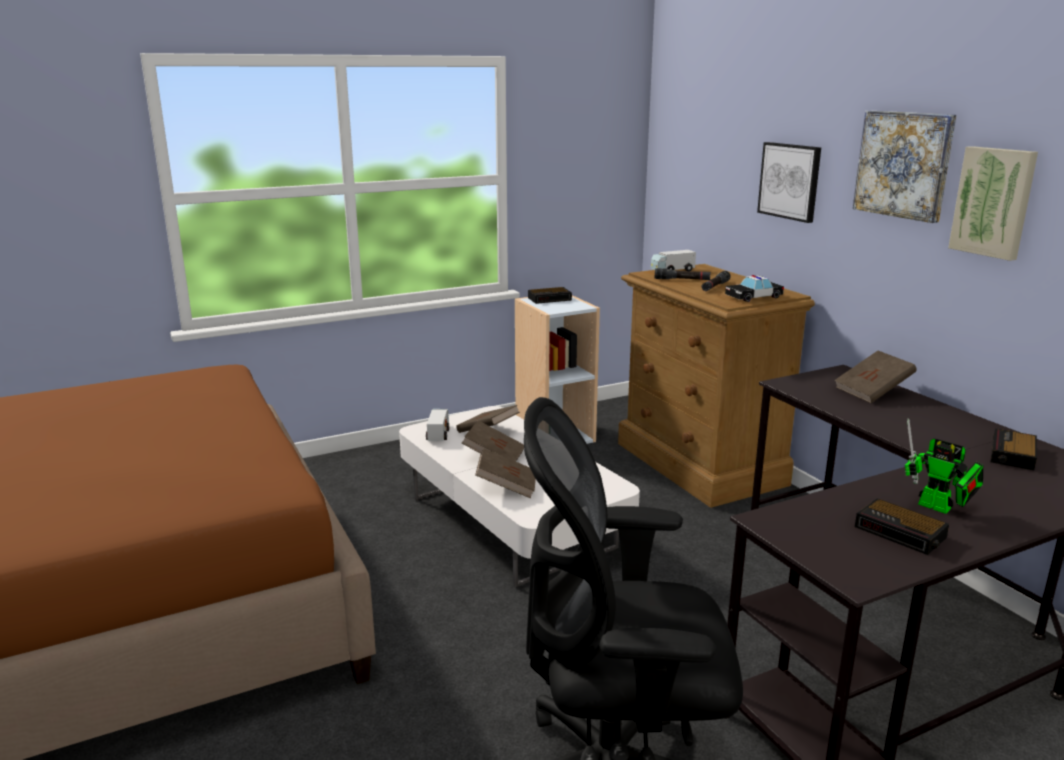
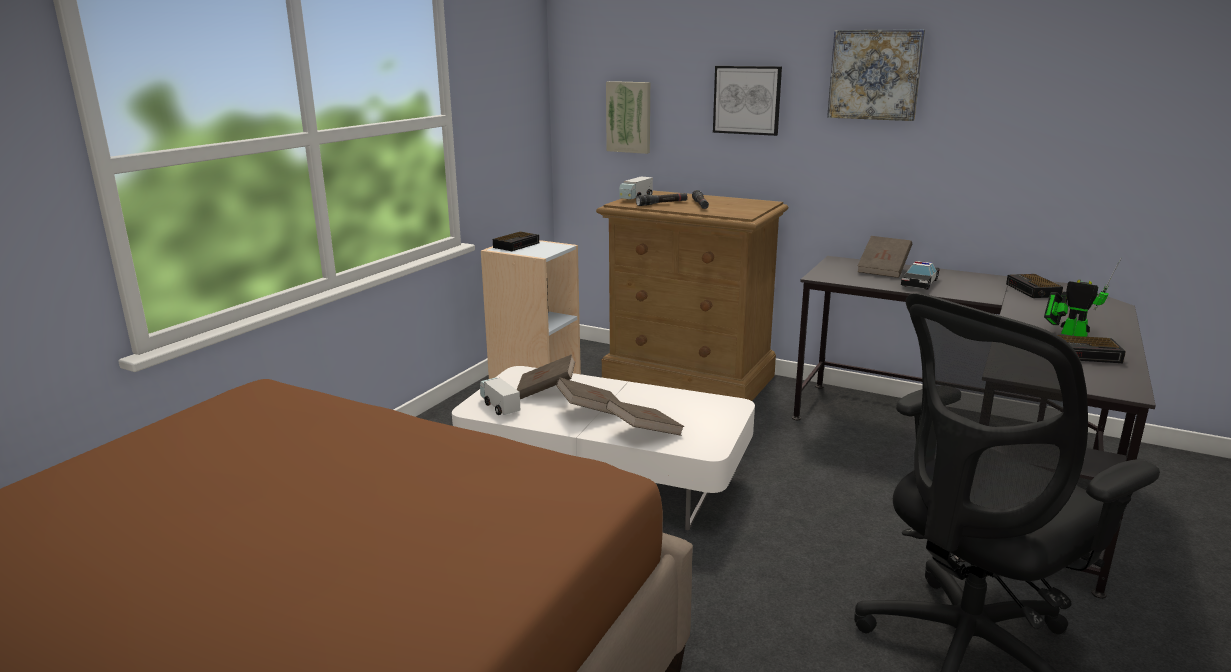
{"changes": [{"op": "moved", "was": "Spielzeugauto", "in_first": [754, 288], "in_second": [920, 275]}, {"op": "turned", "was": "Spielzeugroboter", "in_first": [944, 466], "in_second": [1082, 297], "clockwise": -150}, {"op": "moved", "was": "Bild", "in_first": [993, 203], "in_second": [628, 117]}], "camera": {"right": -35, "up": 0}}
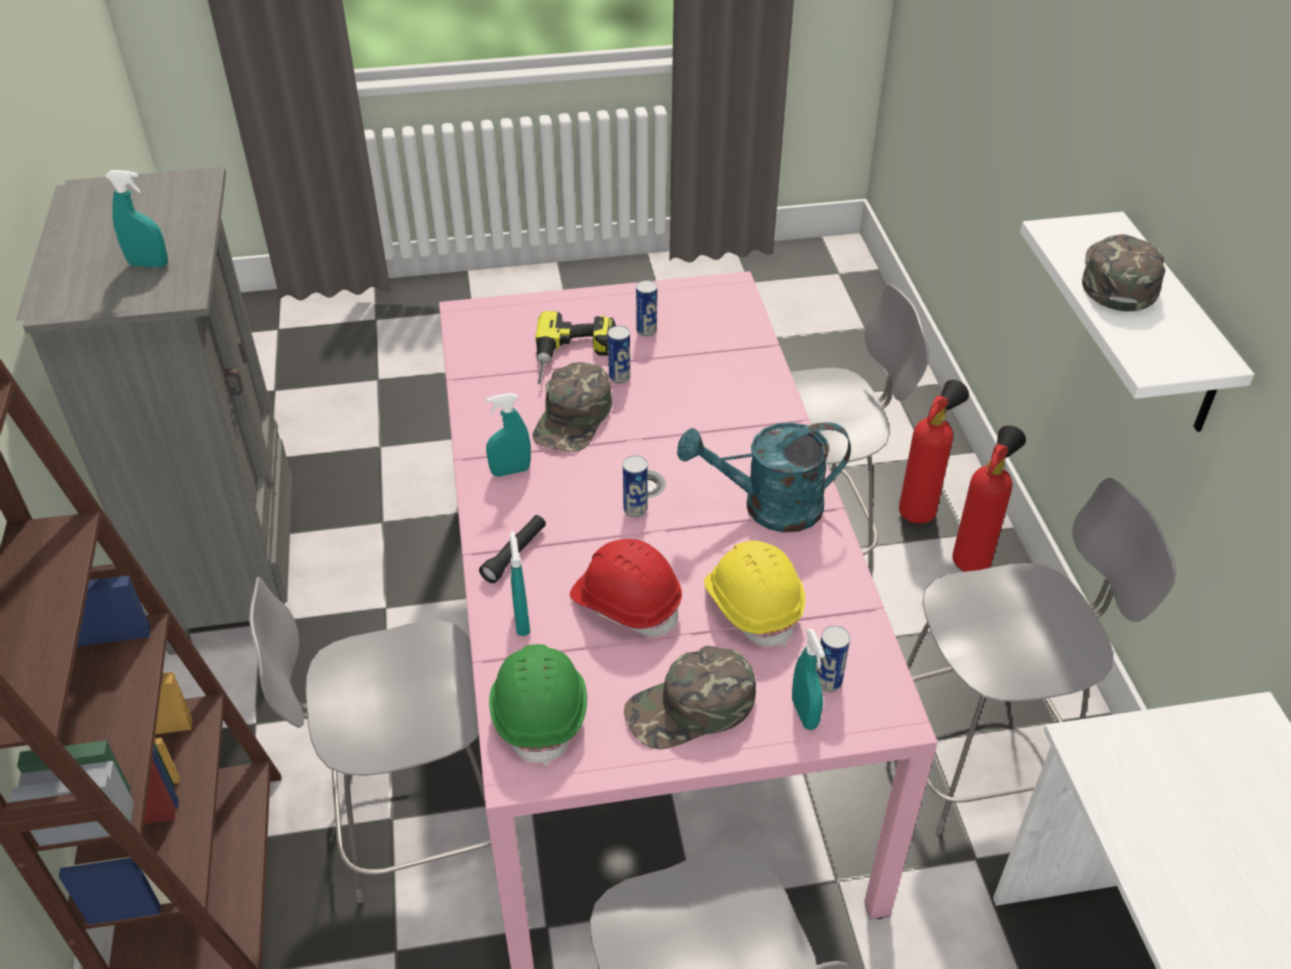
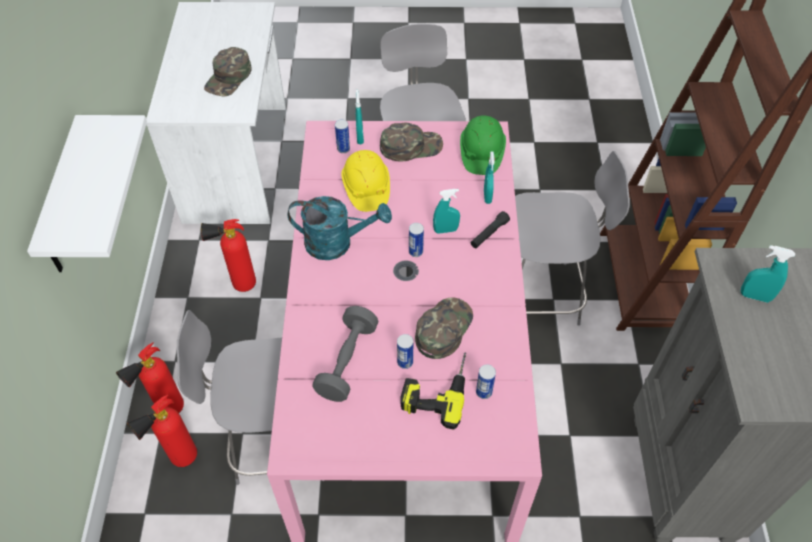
{"changes": [{"op": "moved", "was": "Sprühflasche (türkis)", "in_first": [508, 435], "in_second": [446, 211]}, {"op": "removed", "was": "Schutzhelm (rot)", "in_first": [626, 588]}, {"op": "moved", "was": "Dose", "in_first": [646, 308], "in_second": [486, 381]}, {"op": "replaced", "was": "Stuhl (grau)", "now": "Feuerlöscher", "in_first": [1041, 656], "in_second": [228, 255]}, {"op": "moved", "was": "Kappe (grün)", "in_first": [1124, 272], "in_second": [227, 72]}, {"op": "added", "now": "Hantel (grau)", "in_second": [345, 354]}], "camera": {"right": -170, "up": 10}}
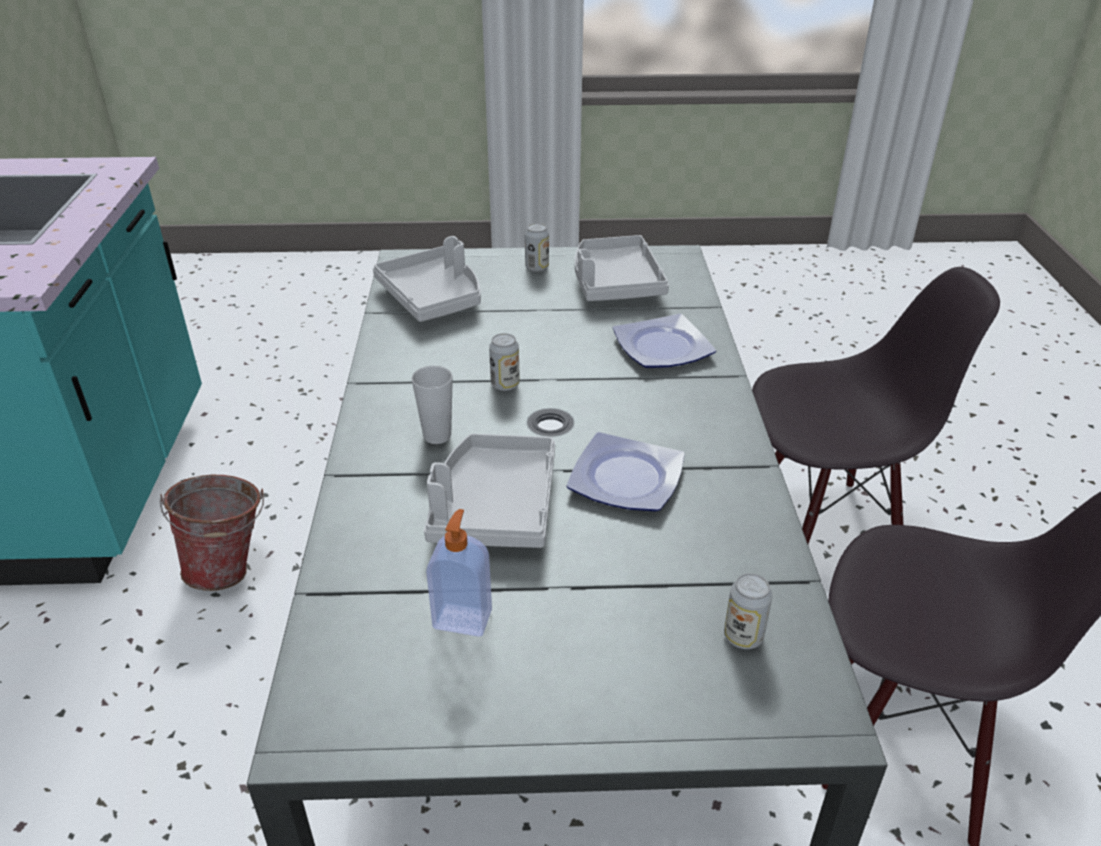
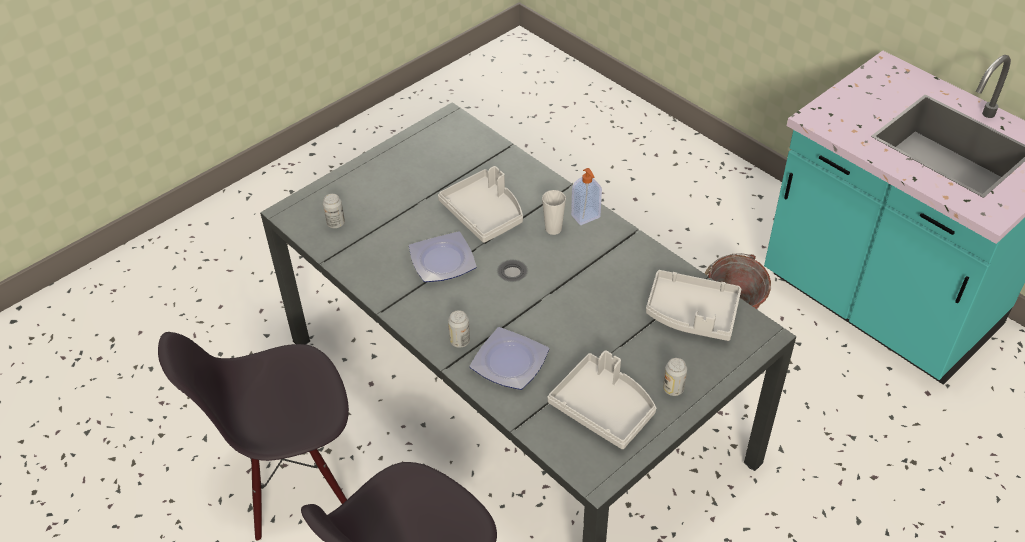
{"changes": [{"op": "moved", "was": "Seifenspender", "in_first": [459, 573], "in_second": [586, 196]}, {"op": "moved", "was": "Dose", "in_first": [504, 362], "in_second": [459, 329]}], "camera": {"right": 140, "up": 10}}
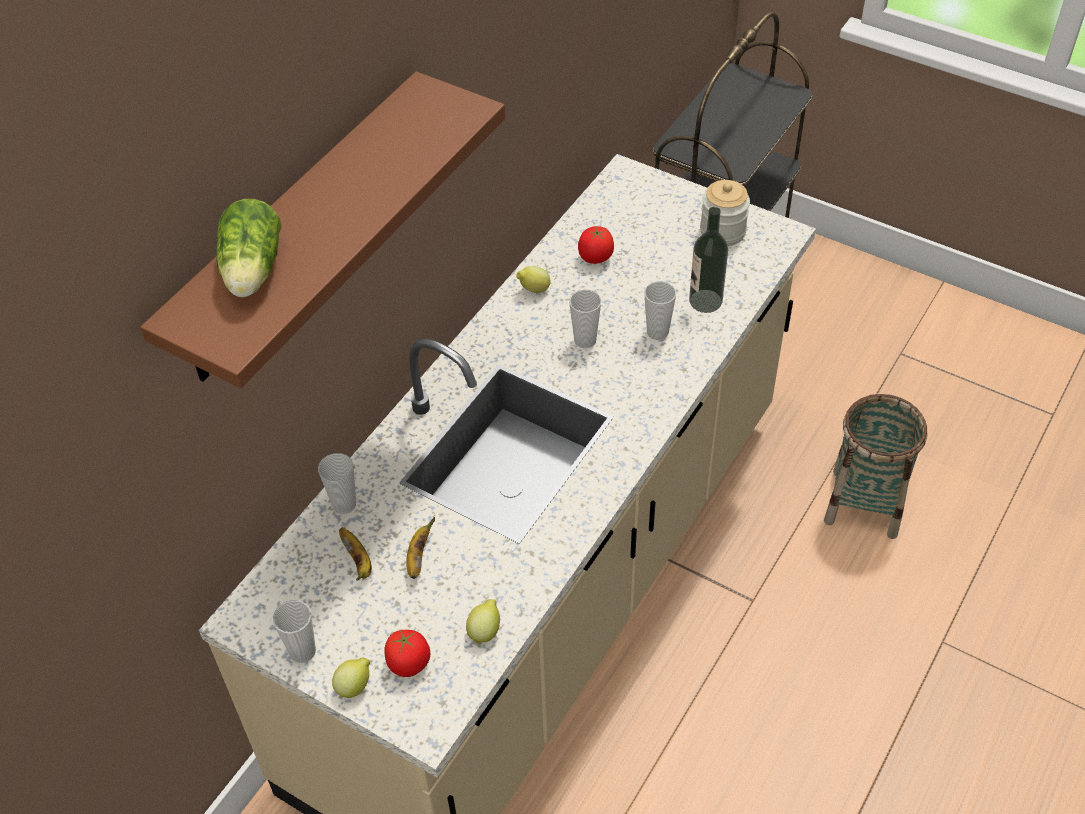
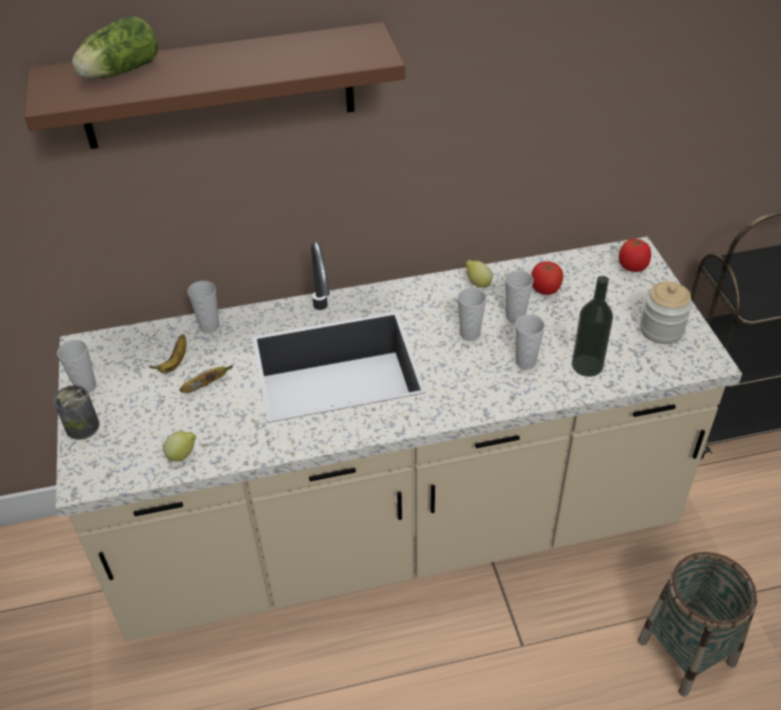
{"changes": [{"op": "replaced", "was": "Zitrone", "now": "Dose", "in_first": [351, 677], "in_second": [76, 412]}, {"op": "moved", "was": "Tomate", "in_first": [407, 653], "in_second": [635, 255]}, {"op": "added", "now": "Tasse", "in_second": [519, 296]}], "camera": {"right": 45, "up": -5}}
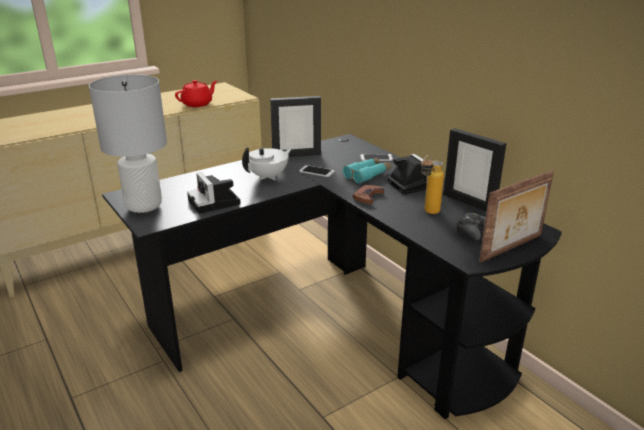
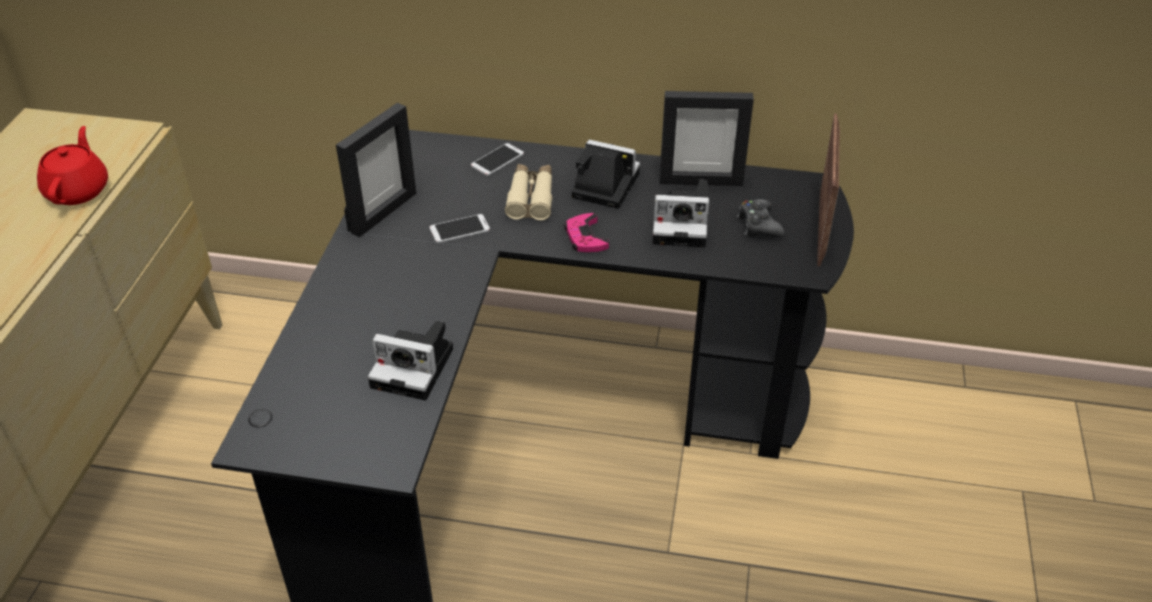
{"changes": [{"op": "removed", "was": "Tischlampe (grau)", "in_first": [128, 143]}, {"op": "removed", "was": "Teekanne (weiß)", "in_first": [267, 163]}, {"op": "recoloured", "was": "Fernglas (türkis)", "now": "Fernglas (beige)", "in_first": [367, 170], "in_second": [528, 192]}, {"op": "recoloured", "was": "Gamepad (braun)", "now": "Gamepad (rosa)", "in_first": [368, 194], "in_second": [586, 232]}, {"op": "replaced", "was": "Flasche", "now": "Kamera", "in_first": [432, 184], "in_second": [681, 213]}], "camera": {"right": -45, "up": 15}}
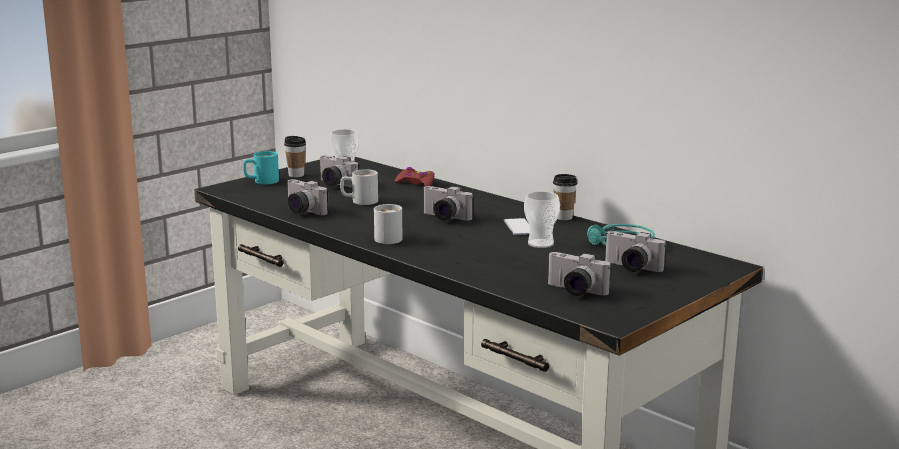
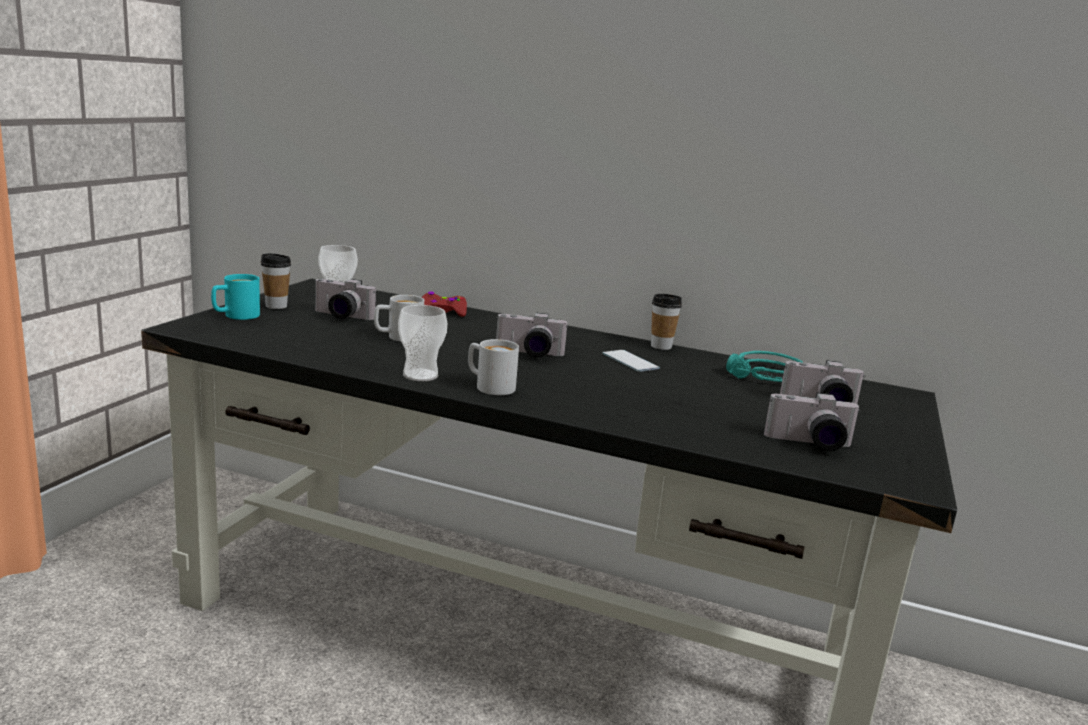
{"changes": [{"op": "removed", "was": "Kamera", "in_first": [308, 197]}, {"op": "moved", "was": "Tasse", "in_first": [542, 219], "in_second": [422, 343]}], "camera": {"right": -25, "up": 0}}
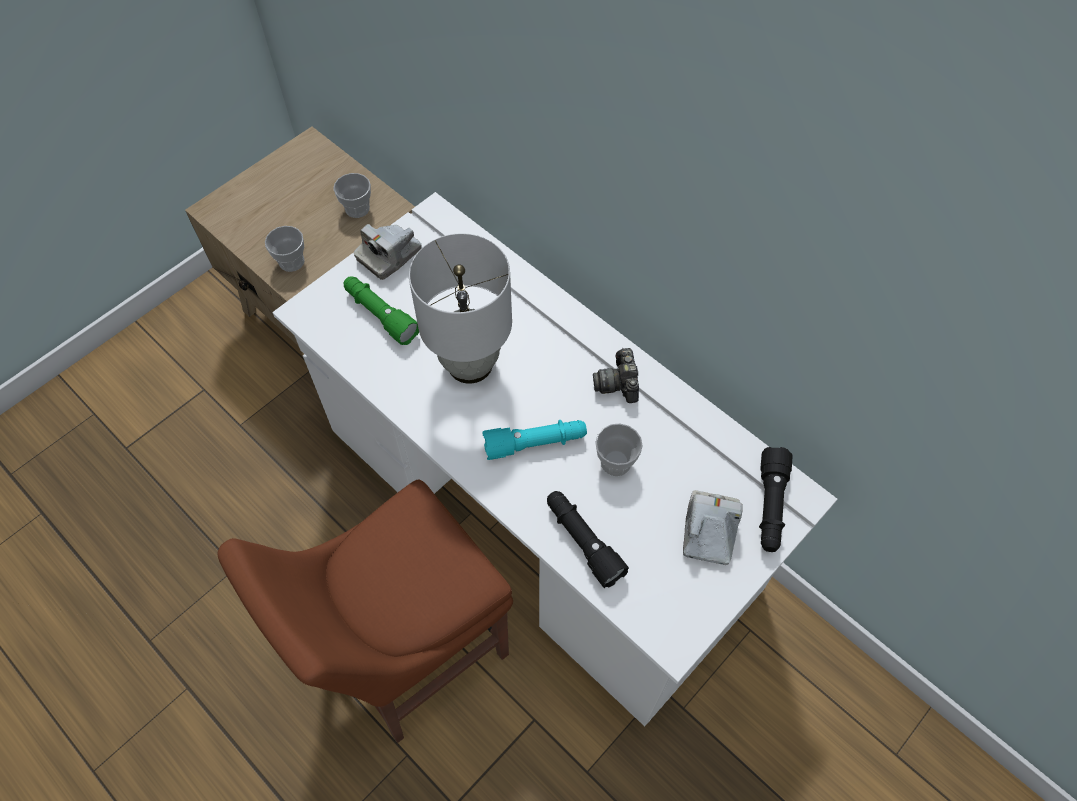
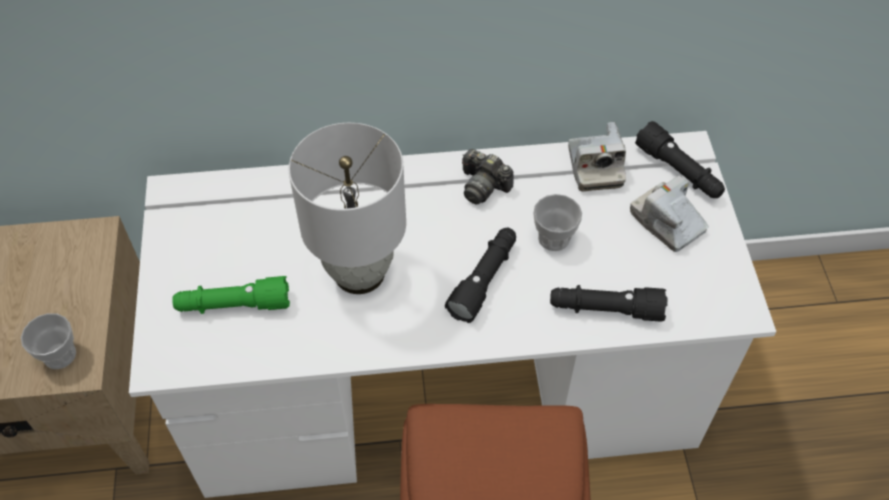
{"changes": [{"op": "removed", "was": "Tasse", "in_first": [352, 195]}, {"op": "moved", "was": "Kamera", "in_first": [388, 252], "in_second": [597, 157]}, {"op": "recoloured", "was": "Taschenlampe (türkis)", "now": "Taschenlampe (schwarz)", "in_first": [534, 440], "in_second": [480, 275]}], "camera": {"right": -50, "up": -5}}
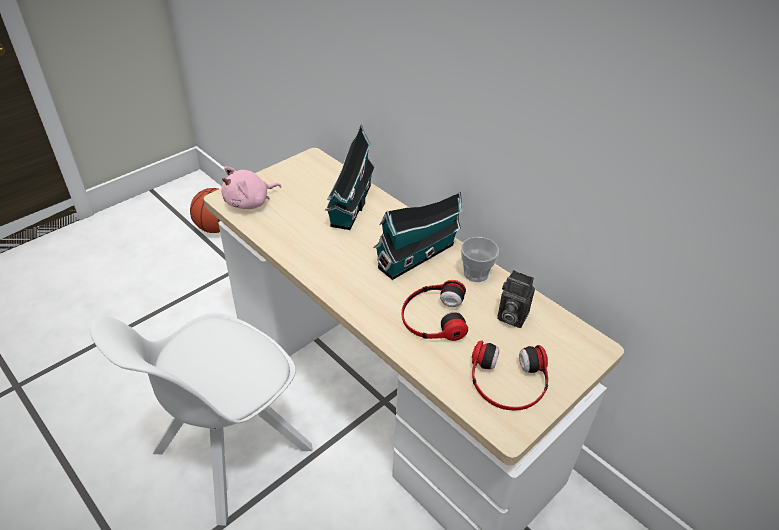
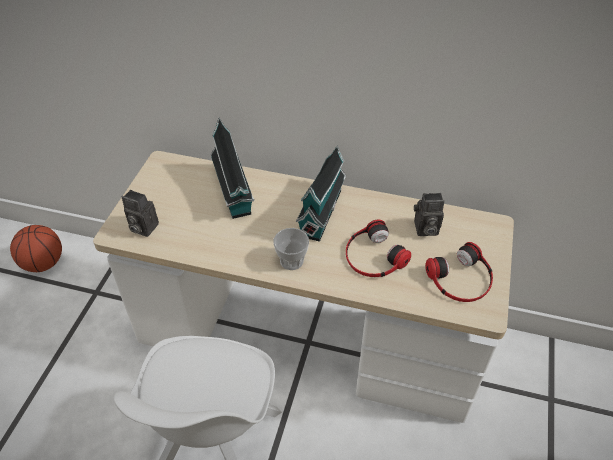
{"changes": [{"op": "replaced", "was": "Plüschtier (rosa)", "now": "Kamera", "in_first": [251, 187], "in_second": [140, 213]}, {"op": "moved", "was": "Tasse", "in_first": [480, 259], "in_second": [291, 249]}], "camera": {"right": -30, "up": 5}}
